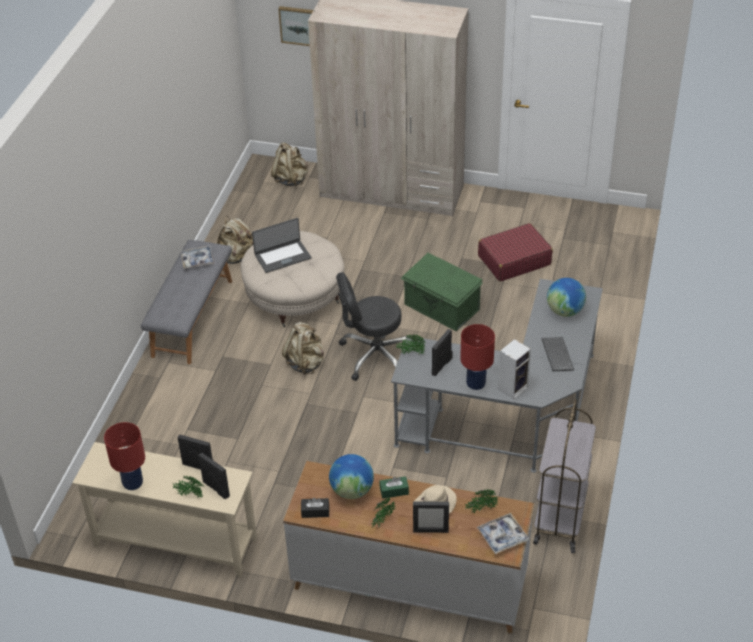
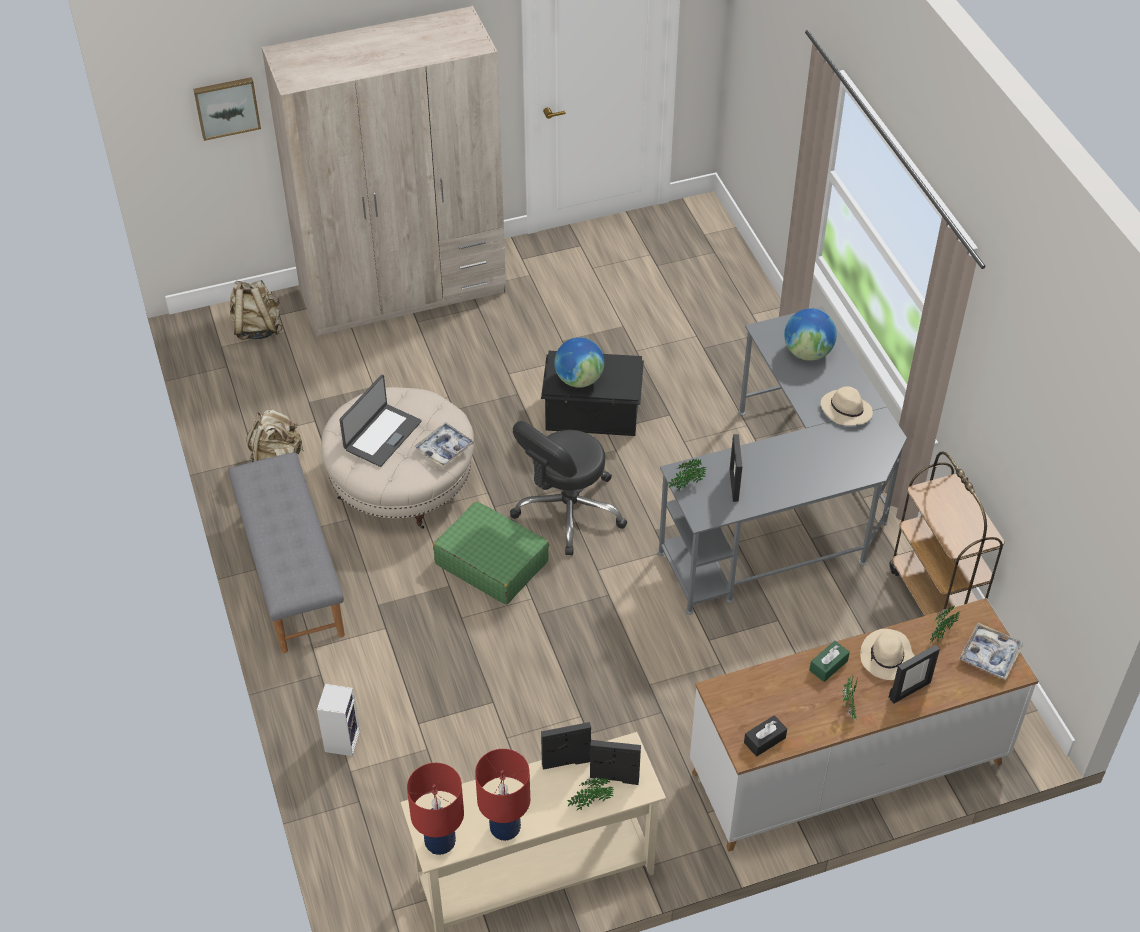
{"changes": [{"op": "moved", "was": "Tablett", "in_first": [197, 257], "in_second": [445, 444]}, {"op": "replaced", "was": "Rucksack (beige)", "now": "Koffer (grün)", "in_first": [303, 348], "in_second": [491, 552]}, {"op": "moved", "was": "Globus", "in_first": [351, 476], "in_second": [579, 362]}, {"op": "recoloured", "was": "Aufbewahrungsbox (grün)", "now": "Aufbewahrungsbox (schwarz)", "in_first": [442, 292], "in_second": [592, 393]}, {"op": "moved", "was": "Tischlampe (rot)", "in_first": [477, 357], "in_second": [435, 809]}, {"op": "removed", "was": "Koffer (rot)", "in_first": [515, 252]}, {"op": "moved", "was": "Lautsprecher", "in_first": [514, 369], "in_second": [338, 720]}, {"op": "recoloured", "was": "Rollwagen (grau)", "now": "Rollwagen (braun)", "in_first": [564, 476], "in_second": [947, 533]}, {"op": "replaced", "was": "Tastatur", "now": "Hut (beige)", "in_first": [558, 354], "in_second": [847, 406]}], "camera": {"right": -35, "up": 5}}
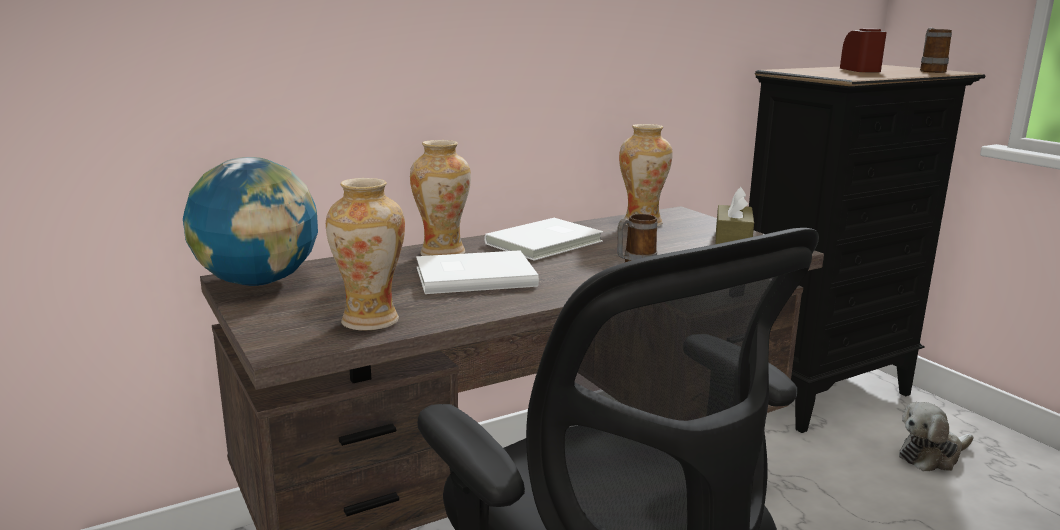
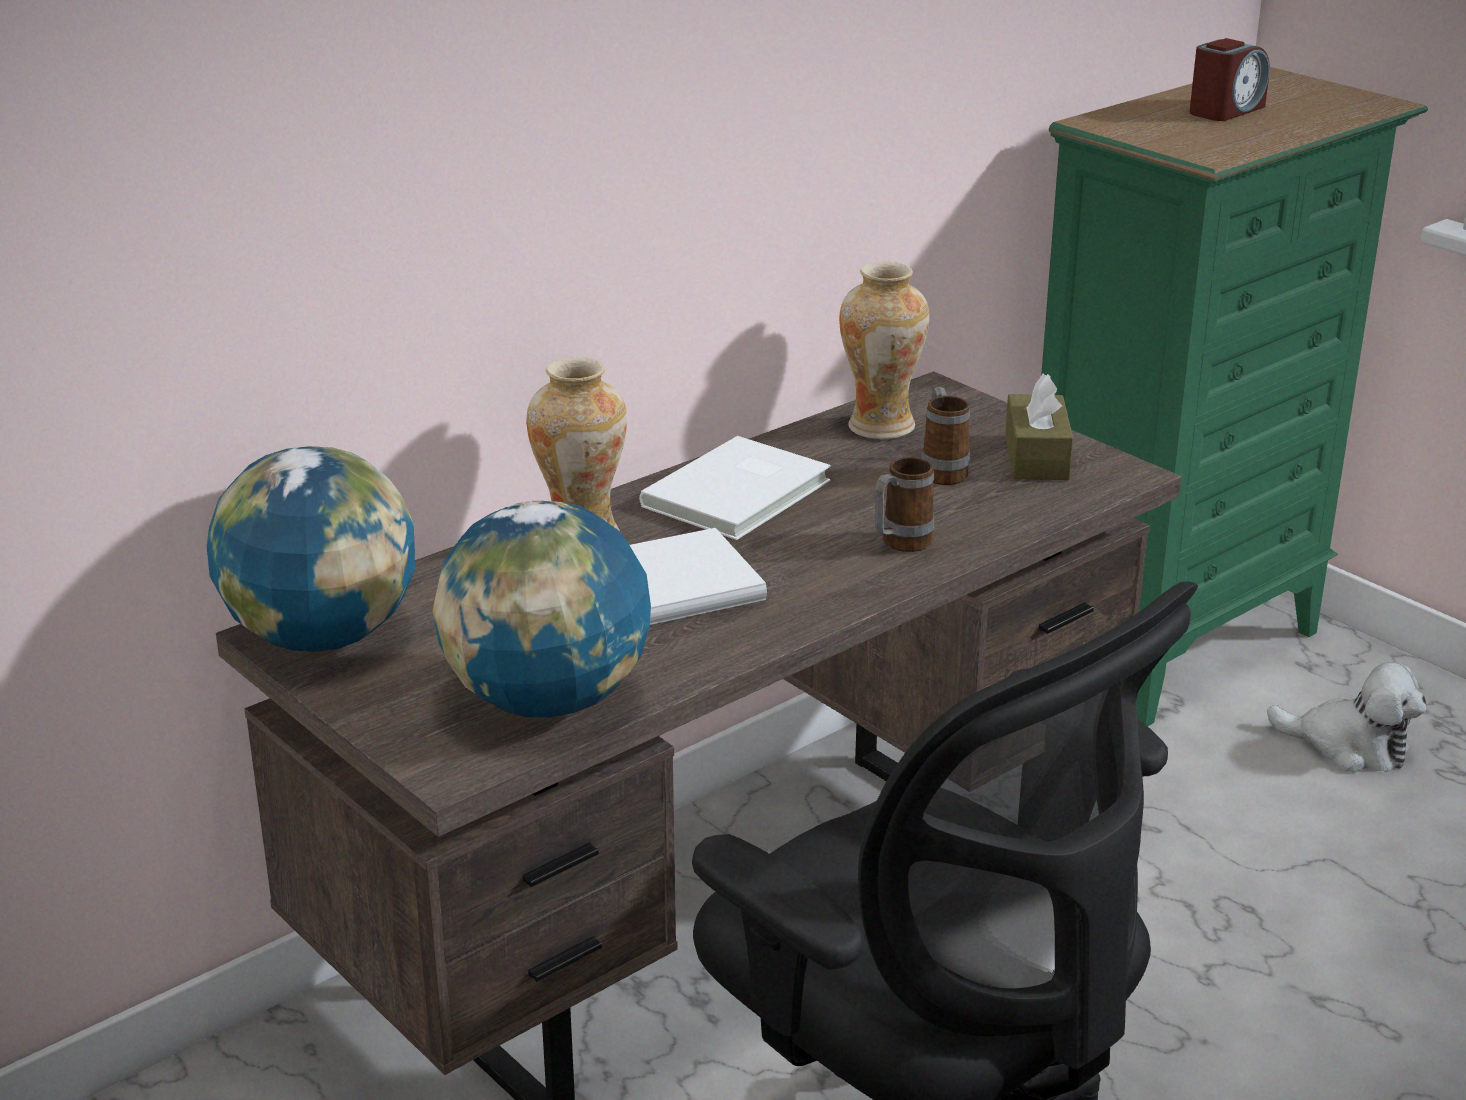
{"changes": [{"op": "replaced", "was": "Vase", "now": "Globus", "in_first": [365, 254], "in_second": [541, 609]}, {"op": "recoloured", "was": "Kommode (schwarz)", "now": "Kommode (grün)", "in_first": [867, 249], "in_second": [1234, 397]}, {"op": "turned", "was": "Wecker", "in_first": [863, 50], "in_second": [1230, 79], "clockwise": 60}, {"op": "turned", "was": "Plüschtier", "in_first": [936, 436], "in_second": [1346, 717], "clockwise": -120}, {"op": "moved", "was": "Henkelbecher", "in_first": [936, 50], "in_second": [945, 436]}], "camera": {"right": -10, "up": 10}}
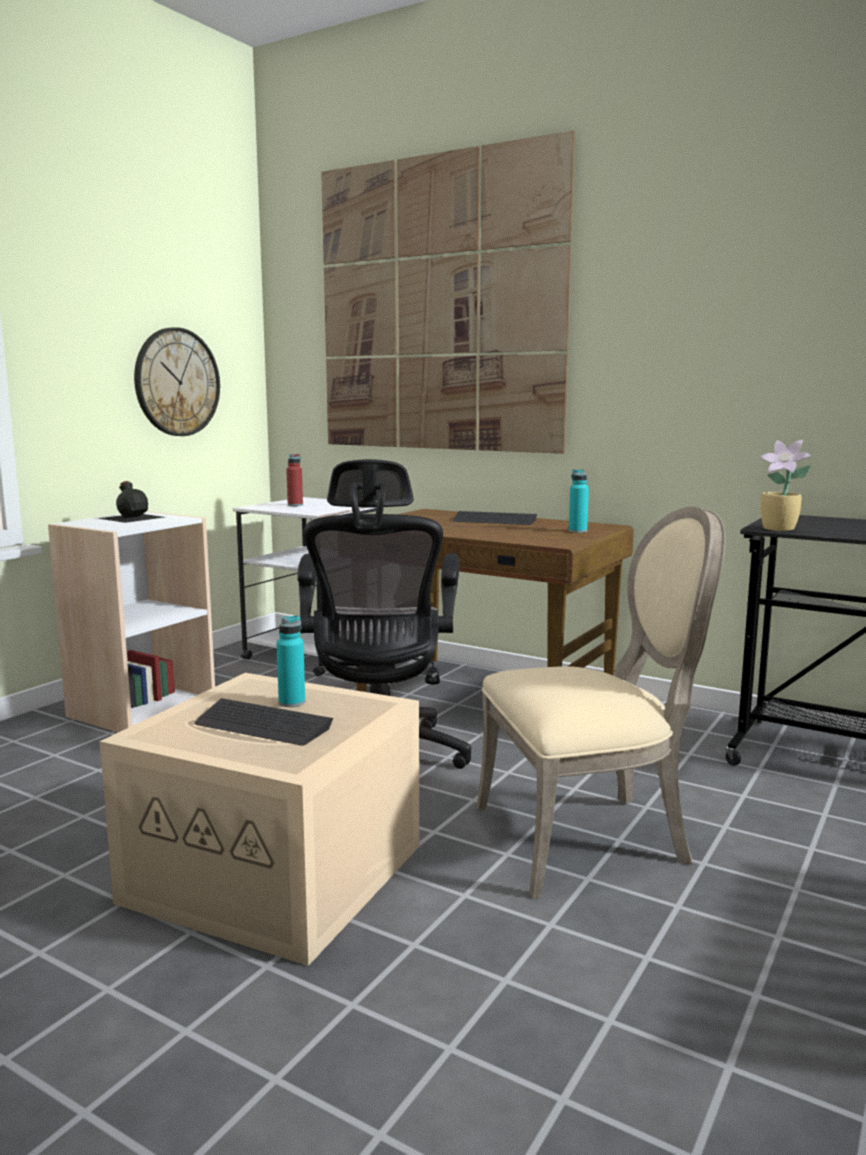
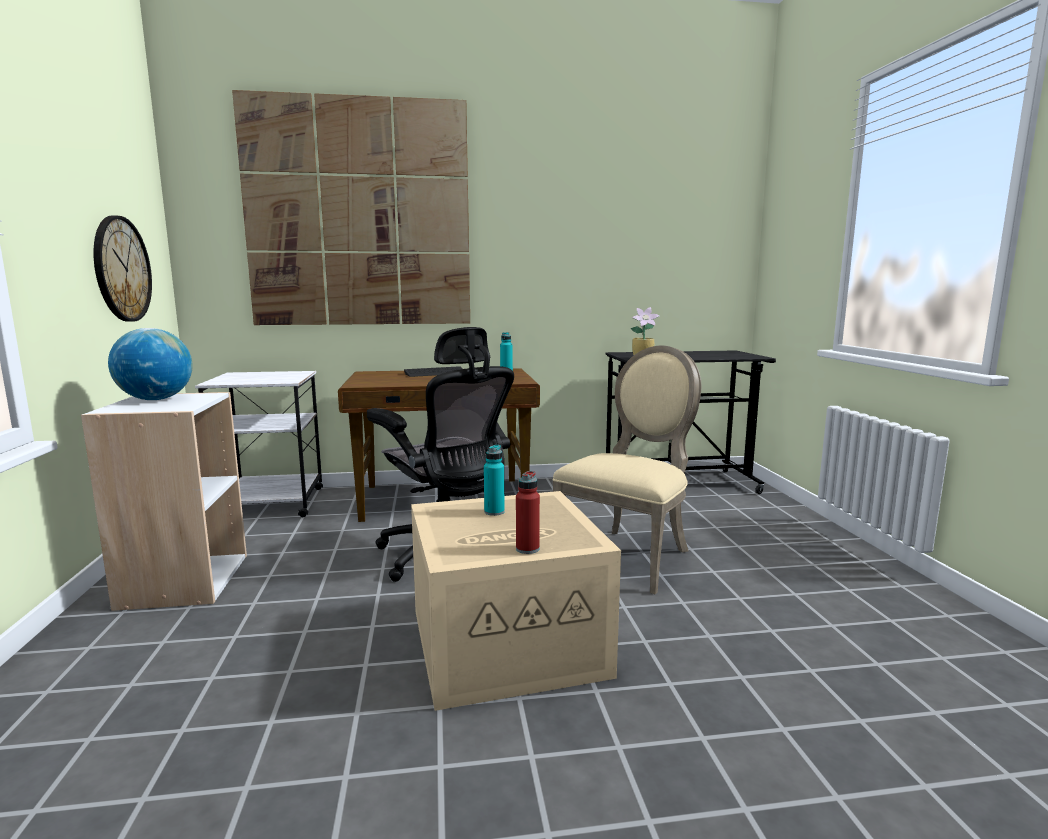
{"changes": [{"op": "replaced", "was": "Flasche (schwarz)", "now": "Globus", "in_first": [131, 502], "in_second": [150, 364]}, {"op": "removed", "was": "Tastatur", "in_first": [264, 722]}, {"op": "moved", "was": "Flasche (rot)", "in_first": [294, 480], "in_second": [528, 512]}], "camera": {"right": -40, "up": 0}}
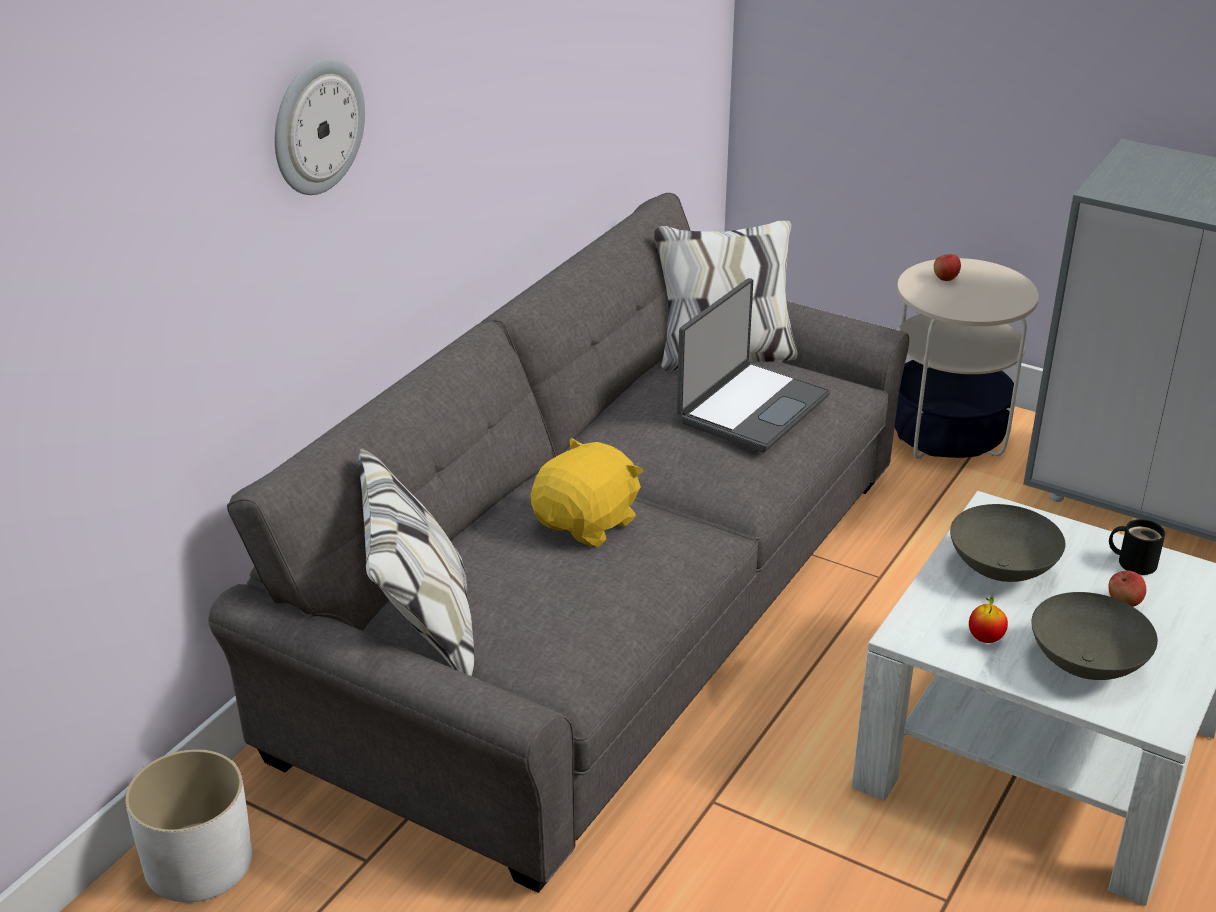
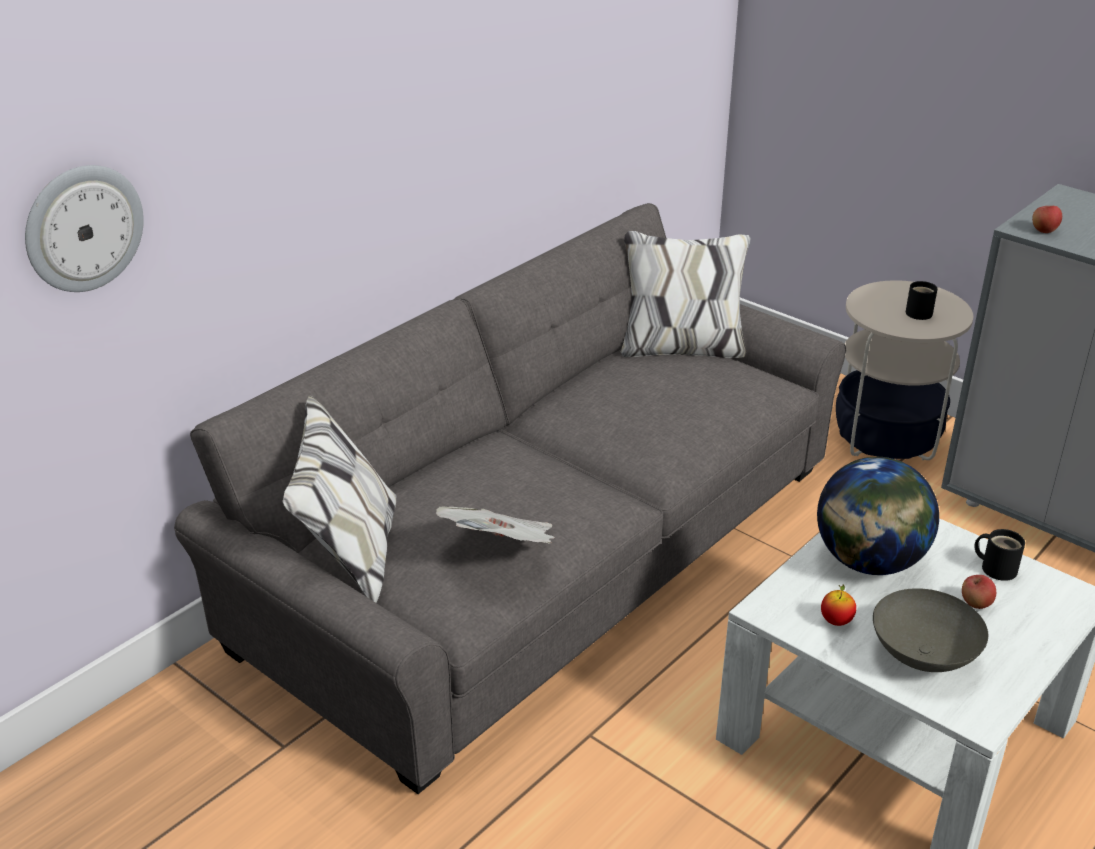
{"changes": [{"op": "removed", "was": "Pflanzkübel (weiß)", "in_first": [188, 825]}, {"op": "moved", "was": "Wanduhr", "in_first": [319, 126], "in_second": [84, 228]}, {"op": "removed", "was": "Plüschtier (gelb)", "in_first": [586, 492]}, {"op": "removed", "was": "Laptop", "in_first": [753, 365]}, {"op": "moved", "was": "Apfel", "in_first": [947, 267], "in_second": [1047, 219]}, {"op": "replaced", "was": "Schüssel (grau)", "now": "Globus", "in_first": [1008, 543], "in_second": [878, 516]}, {"op": "added", "now": "Zeitung", "in_second": [495, 525]}, {"op": "added", "now": "Henkelbecher (schwarz)", "in_second": [921, 300]}], "camera": {"right": 10, "up": 0}}
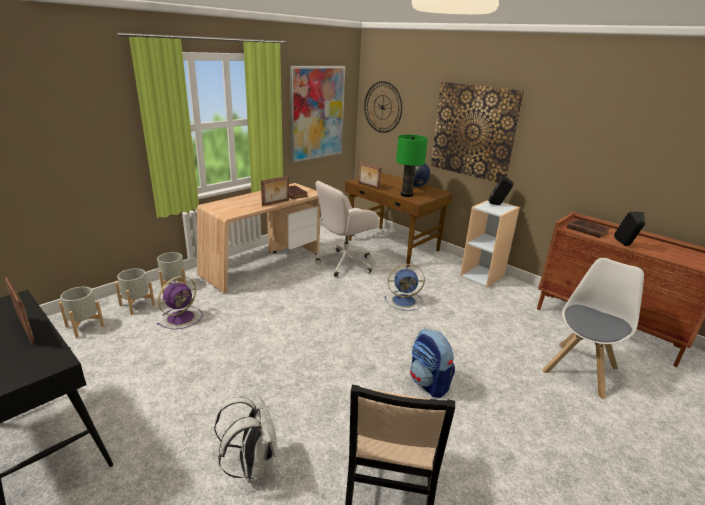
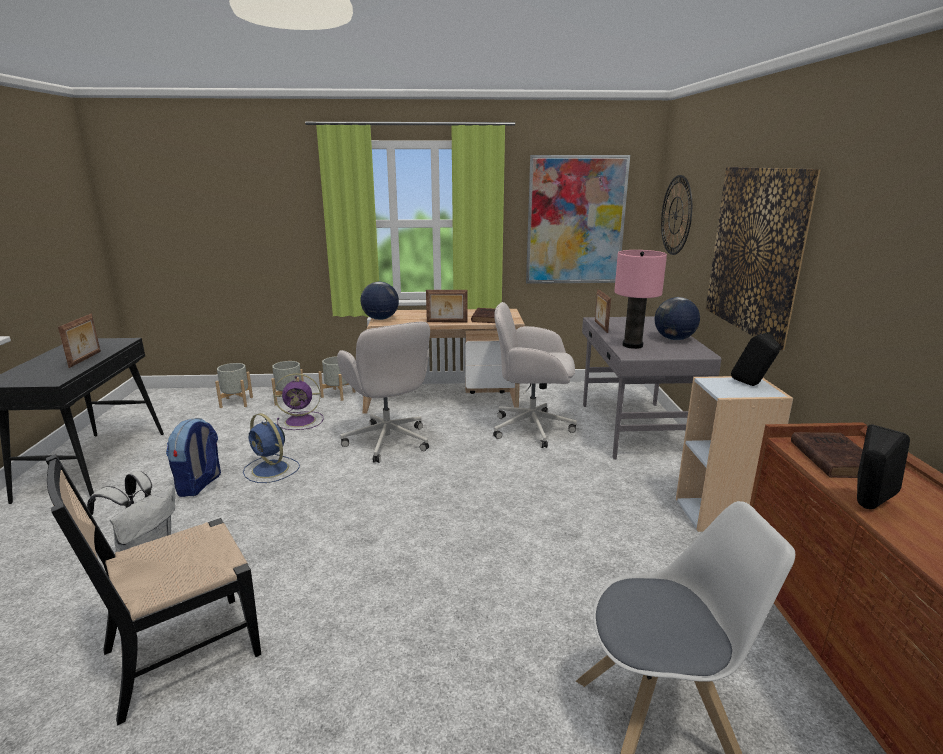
{"changes": [{"op": "recoloured", "was": "Schreibtisch (braun)", "now": "Schreibtisch (grau)", "in_first": [398, 219], "in_second": [651, 388]}, {"op": "moved", "was": "Ventilator (blau)", "in_first": [405, 287], "in_second": [271, 448]}, {"op": "recoloured", "was": "Tischlampe (grün)", "now": "Tischlampe (rosa)", "in_first": [412, 165], "in_second": [640, 299]}, {"op": "moved", "was": "Rucksack", "in_first": [432, 363], "in_second": [193, 457]}, {"op": "added", "now": "Bürostuhl (weiß)", "in_second": [383, 392]}, {"op": "added", "now": "Globus", "in_second": [379, 301]}], "camera": {"right": 45, "up": -5}}
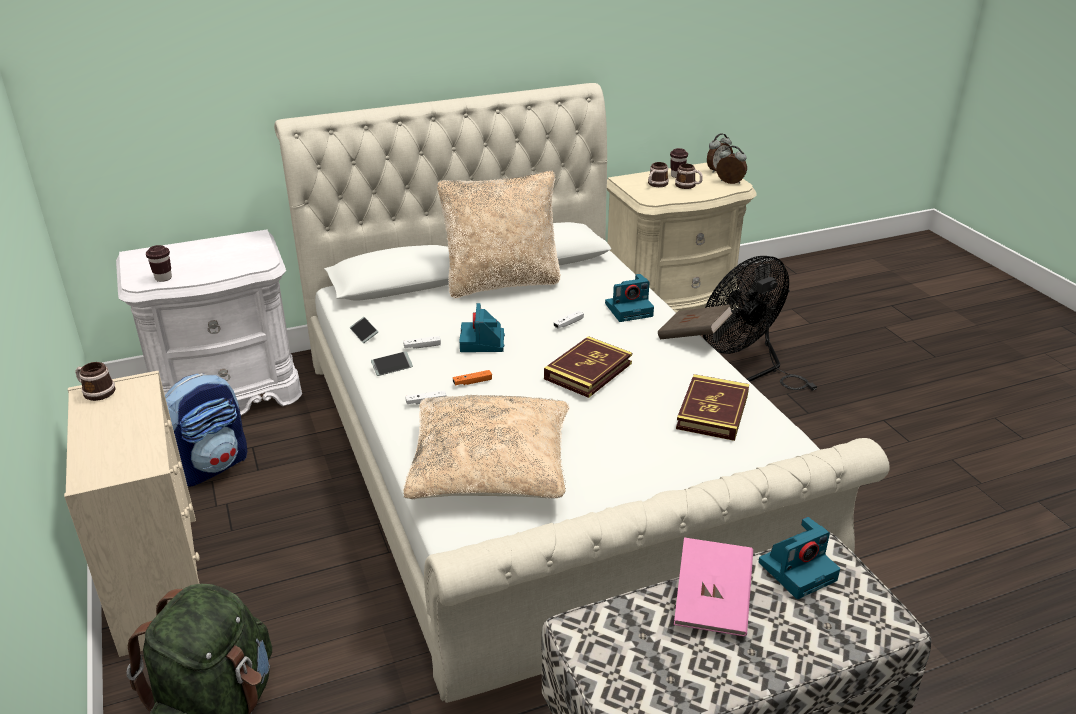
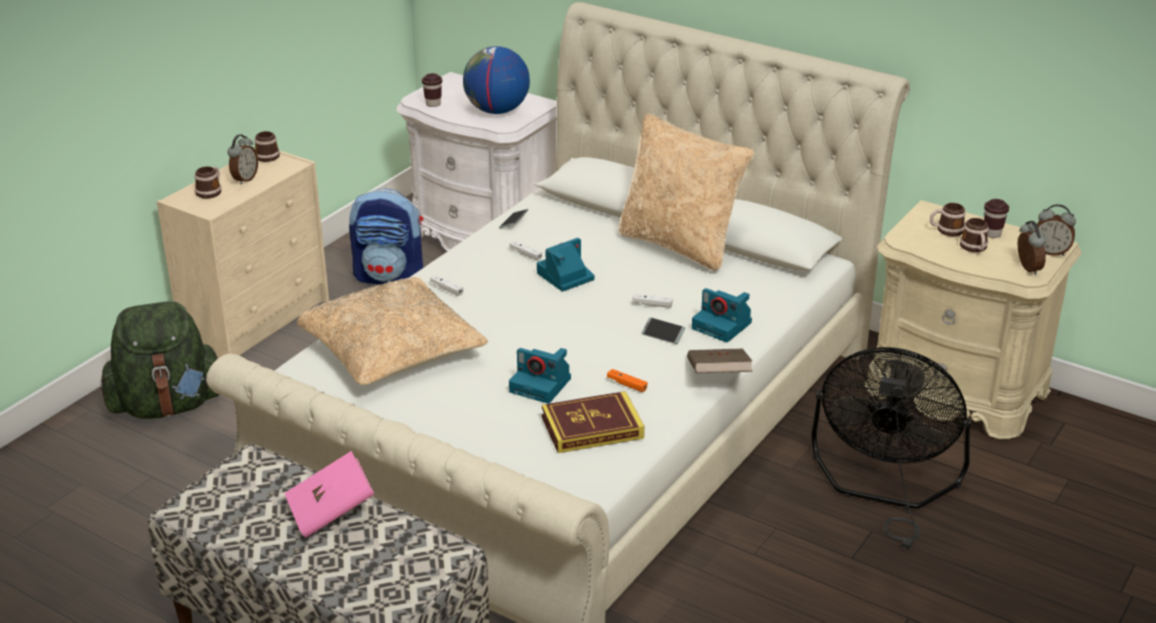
{"changes": [{"op": "moved", "was": "Handy", "in_first": [392, 363], "in_second": [663, 330]}, {"op": "moved", "was": "Gamepad (orange)", "in_first": [472, 377], "in_second": [627, 380]}, {"op": "removed", "was": "Buch", "in_first": [588, 367]}, {"op": "moved", "was": "Kamera", "in_first": [799, 558], "in_second": [540, 376]}, {"op": "added", "now": "Henkelbecher", "in_second": [208, 182]}, {"op": "added", "now": "Wecker", "in_second": [243, 159]}, {"op": "added", "now": "Globus", "in_second": [496, 80]}], "camera": {"right": 55, "up": 0}}
